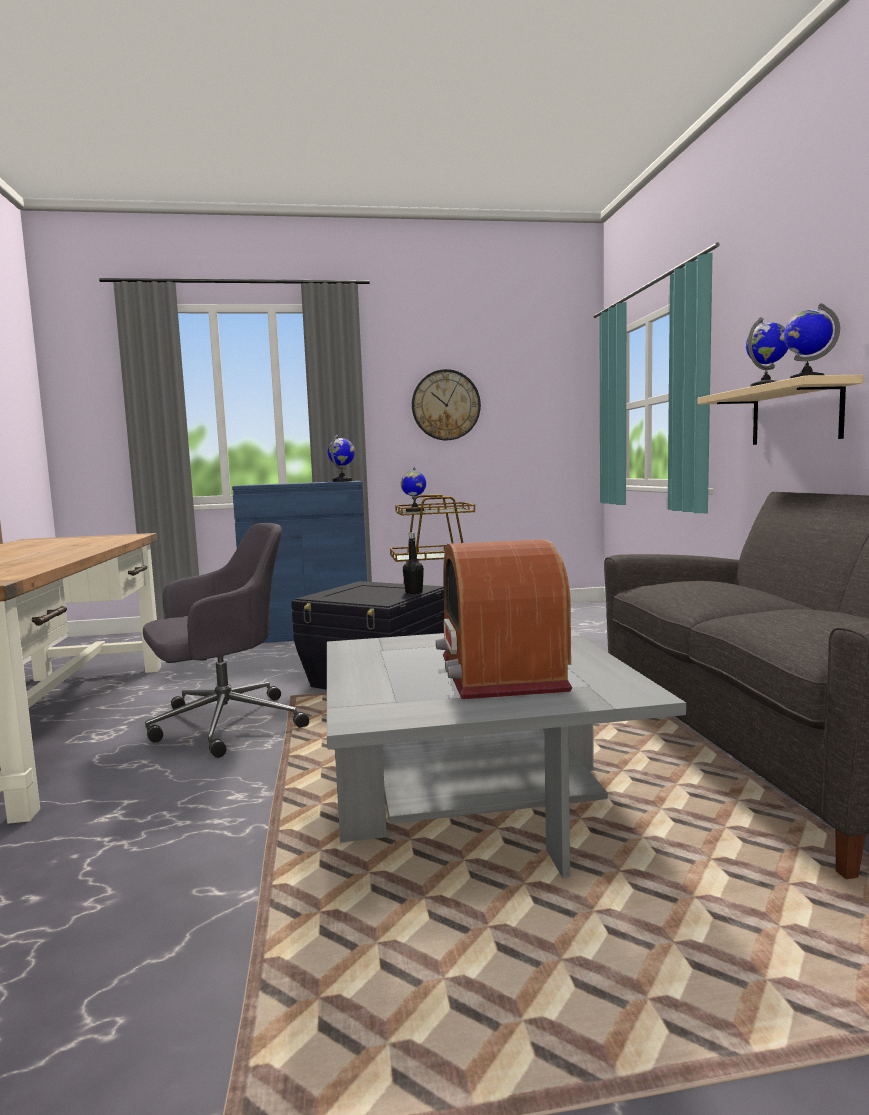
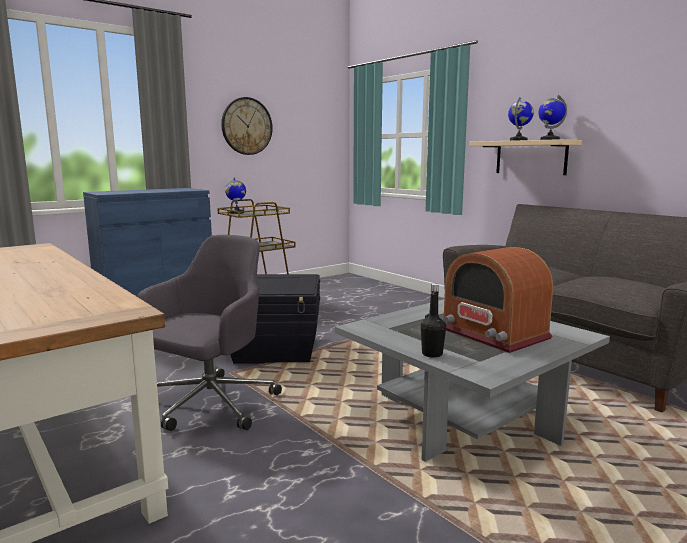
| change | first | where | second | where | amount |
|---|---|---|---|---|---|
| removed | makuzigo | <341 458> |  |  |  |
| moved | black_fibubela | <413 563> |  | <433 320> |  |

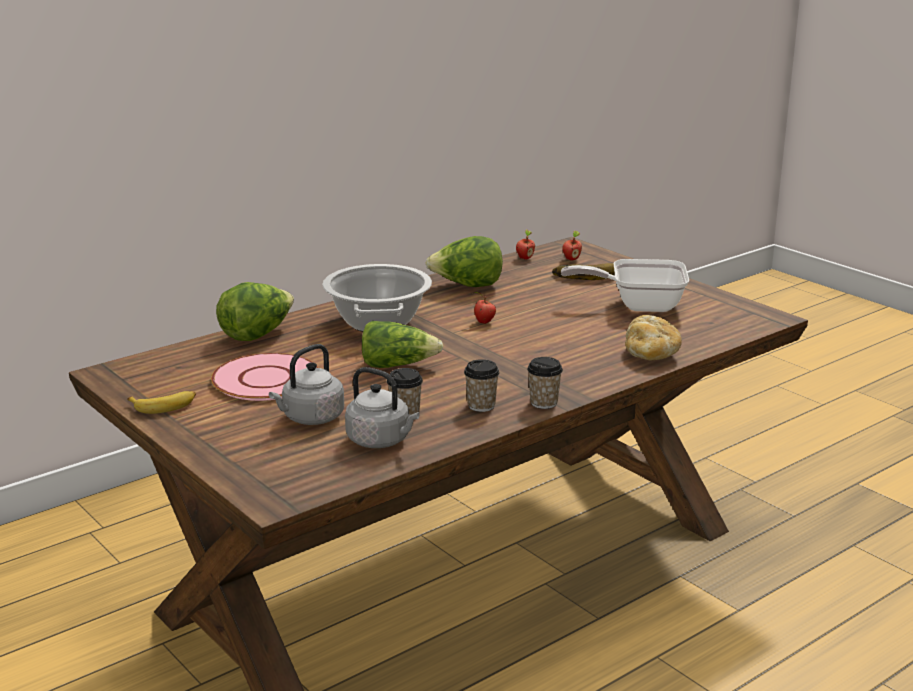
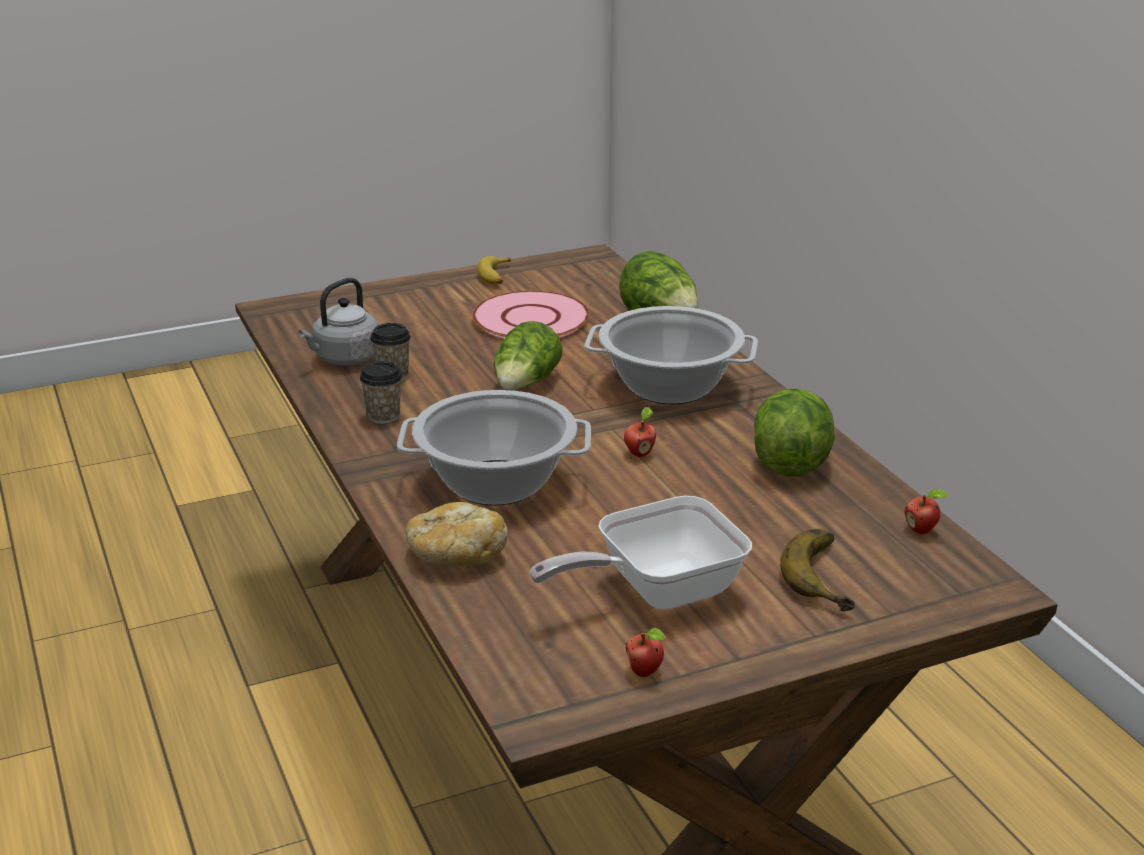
| change | first | where | second | where | amount |
|---|---|---|---|---|---|
| removed | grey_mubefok | <306 384> |  |  |  |
| removed | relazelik | <545 383> |  |  |  |
| added |  |  | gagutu | <494 448> |  |
| moved | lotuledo | <572 246> |  | <646 652> |  |
| turned | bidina | <625 285> |  | <640 552> | 135 degrees counterclockwise |

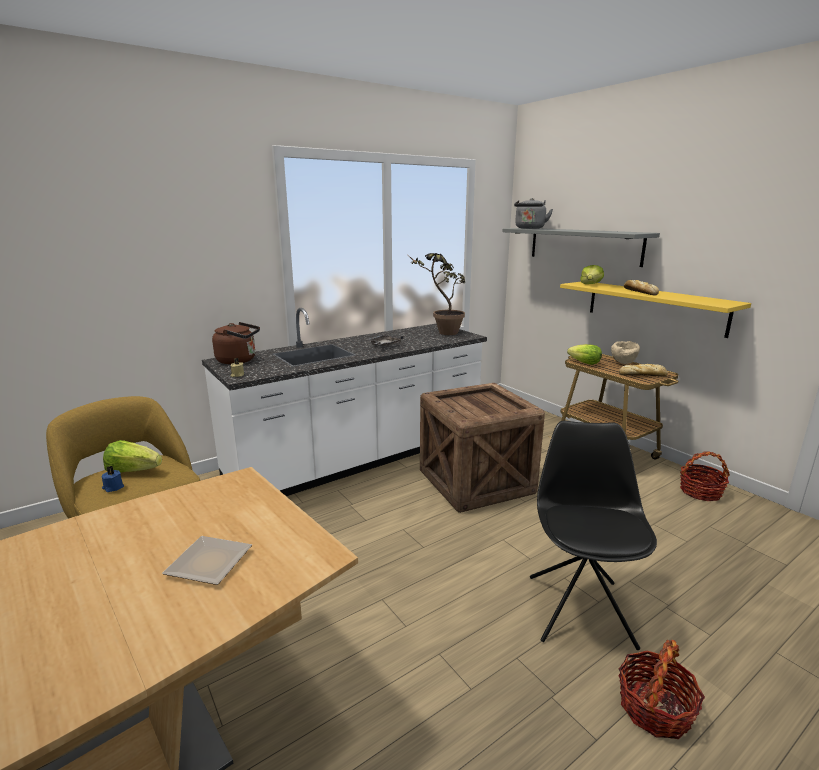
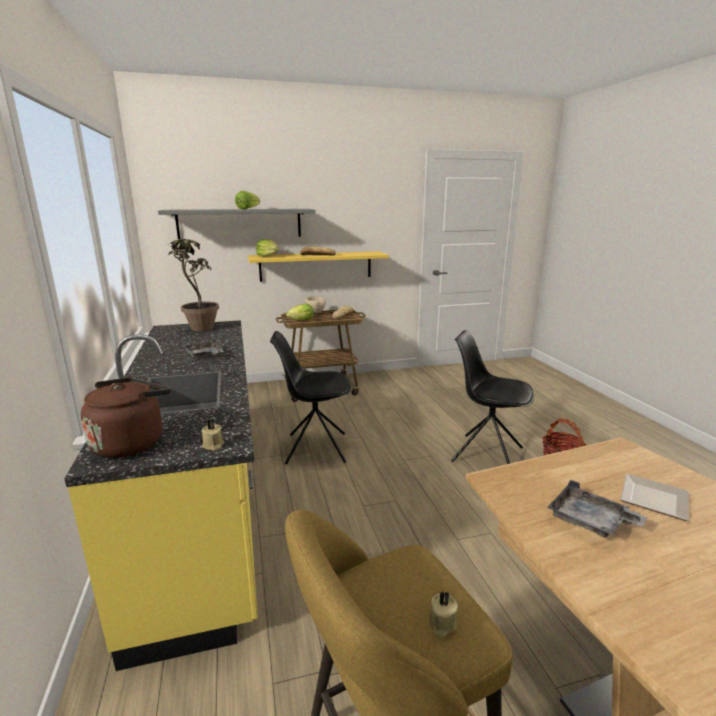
| change | first | where | second | where | amount |
|---|---|---|---|---|---|
| removed | grey_mubefok | <533 213> |  |  |  |
| removed | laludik | <705 476> |  |  |  |
| added |  |  | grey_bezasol | <597 509> |  |
| moved | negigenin | <132 456> |  | <247 200> |  |
| replaced | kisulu | <482 448> | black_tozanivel | <310 397> |  |
| recoloured | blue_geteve | <112 479> | beige_geteve | <443 614> |  |
| recoloured | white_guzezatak | <344 402> | yellow_guzezatak | <161 495> |  |

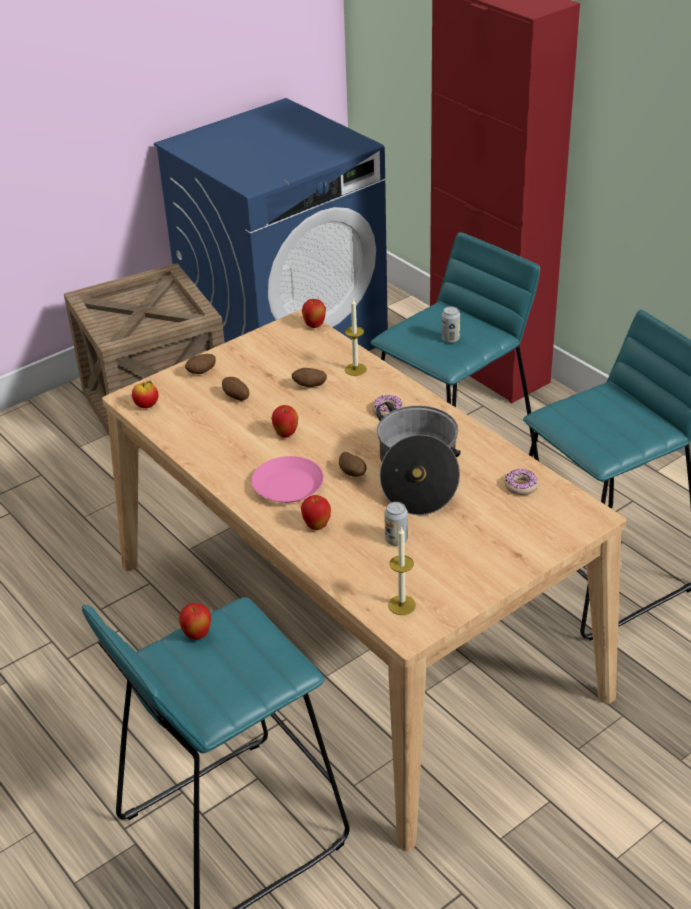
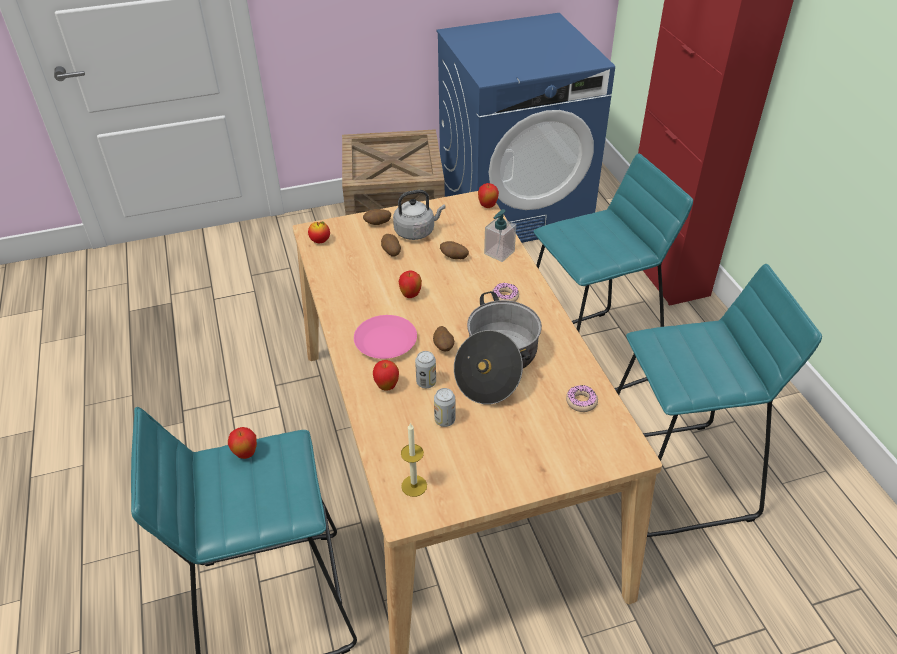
| change | first | where | second | where | amount |
|---|---|---|---|---|---|
| added |  |  | grey_mubefok | <419 215> |  |
| moved | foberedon | <450 324> |  | <425 369> |  |
| replaced | geteve | <356 337> | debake | <500 235> |  |

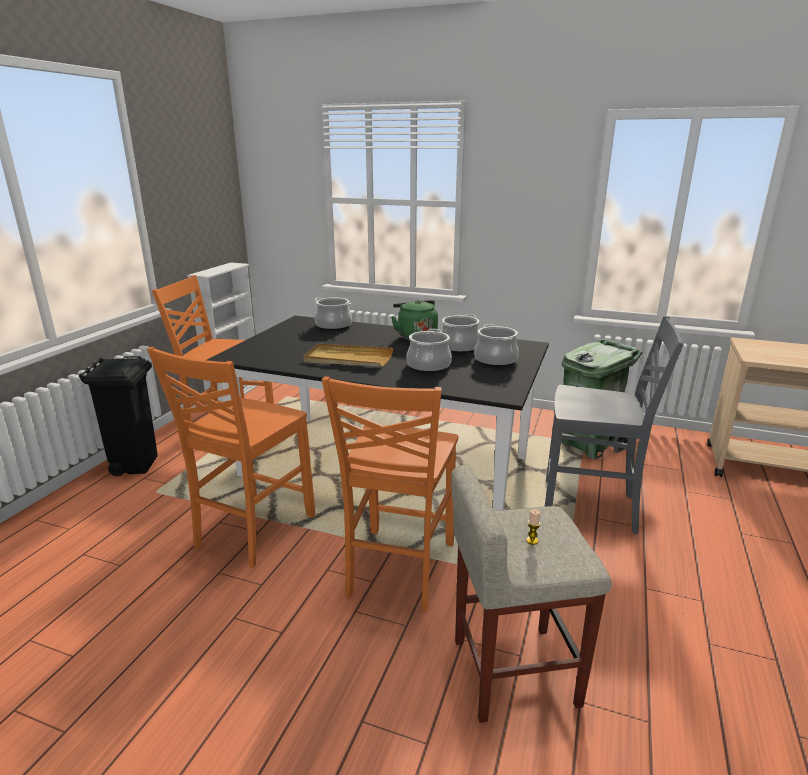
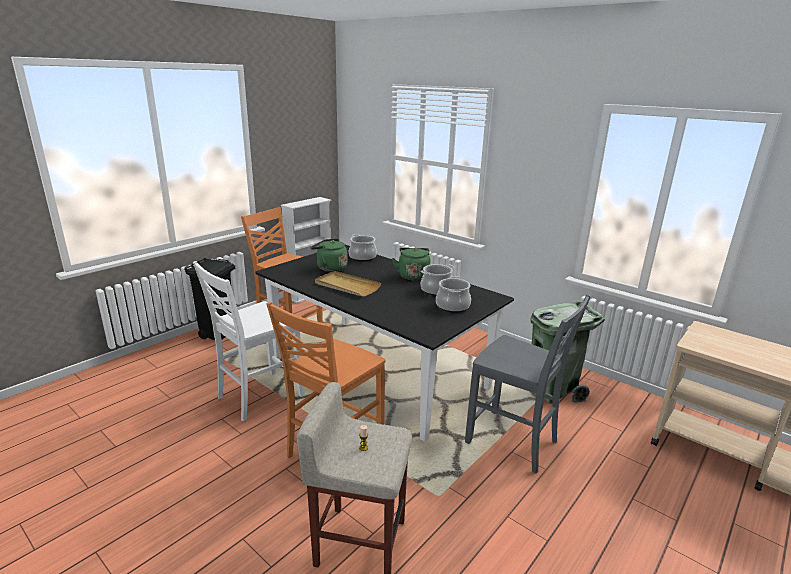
| change | first | where | second | where | amount |
|---|---|---|---|---|---|
| removed | gagutu | <429 351> |  |  |  |
| added |  |  | green_mubefok | <328 255> |  |
| recoloured | orange_tozanivel | <231 457> | white_tozanivel | <249 341> |  |

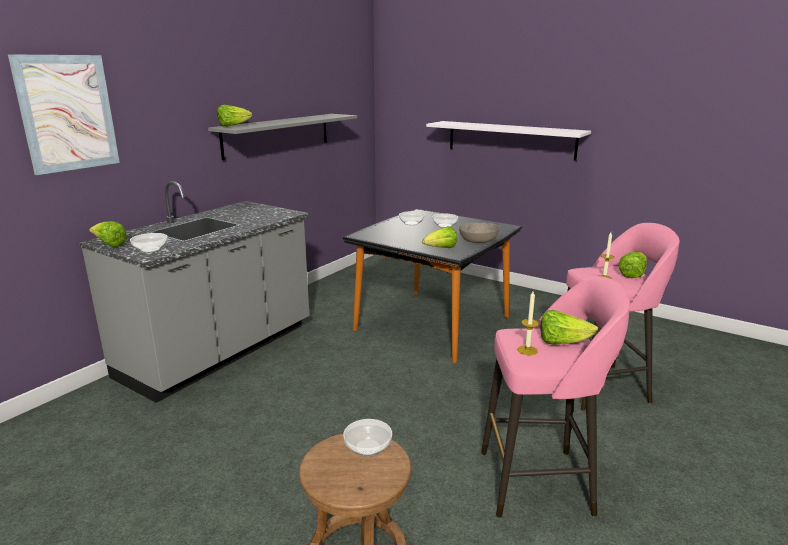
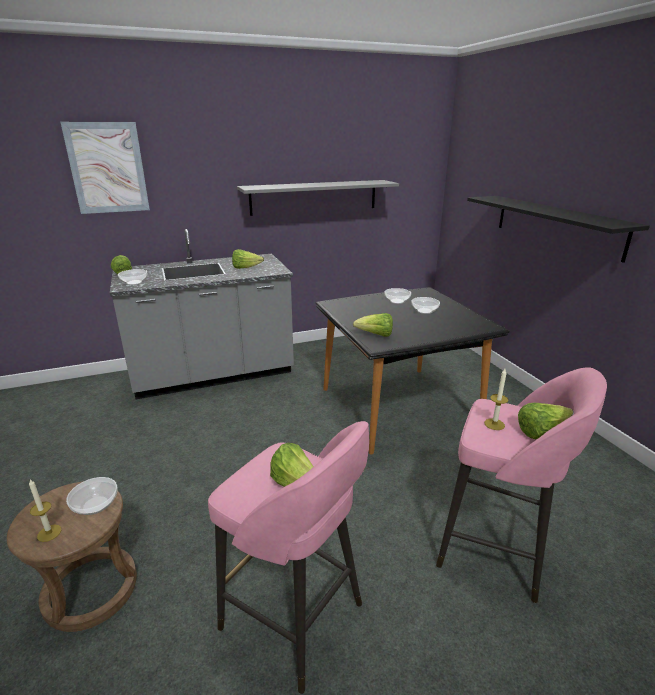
| change | first | where | second | where | amount |
|---|---|---|---|---|---|
| removed | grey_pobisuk | <479 232> |  |  |  |
| moved | negigenin | <234 116> |  | <248 259> |  |
| moved | geteve | <528 323> |  | <45 510> |  |
| recoloured | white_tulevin | <508 141> | black_tulevin | <558 229> |  |

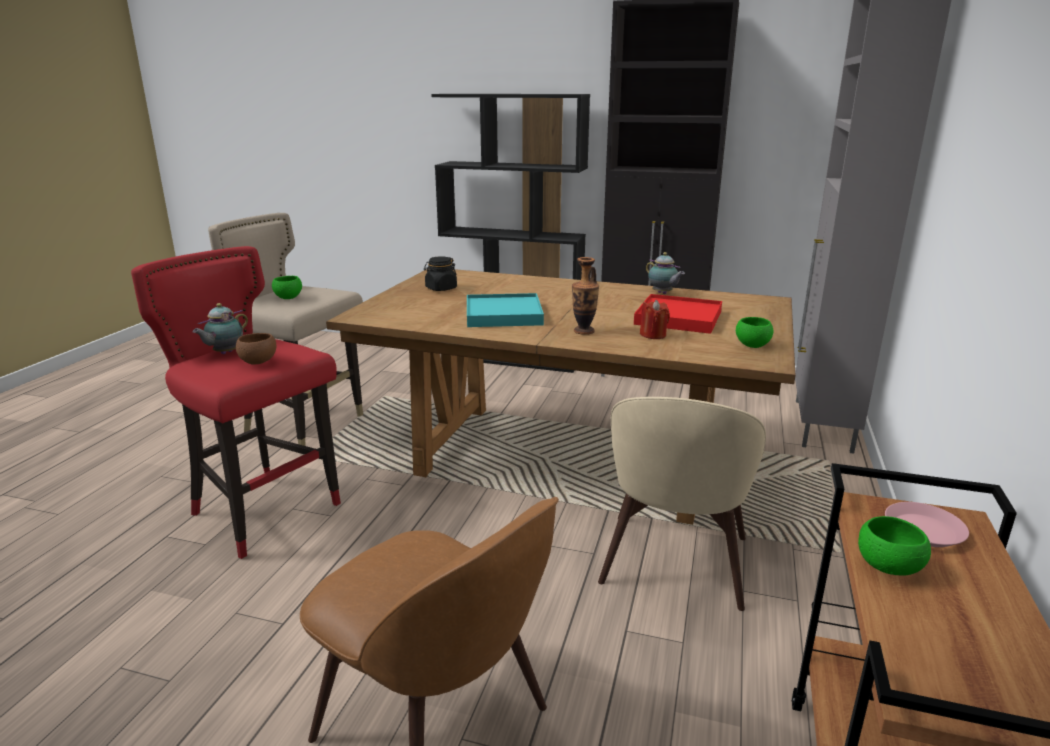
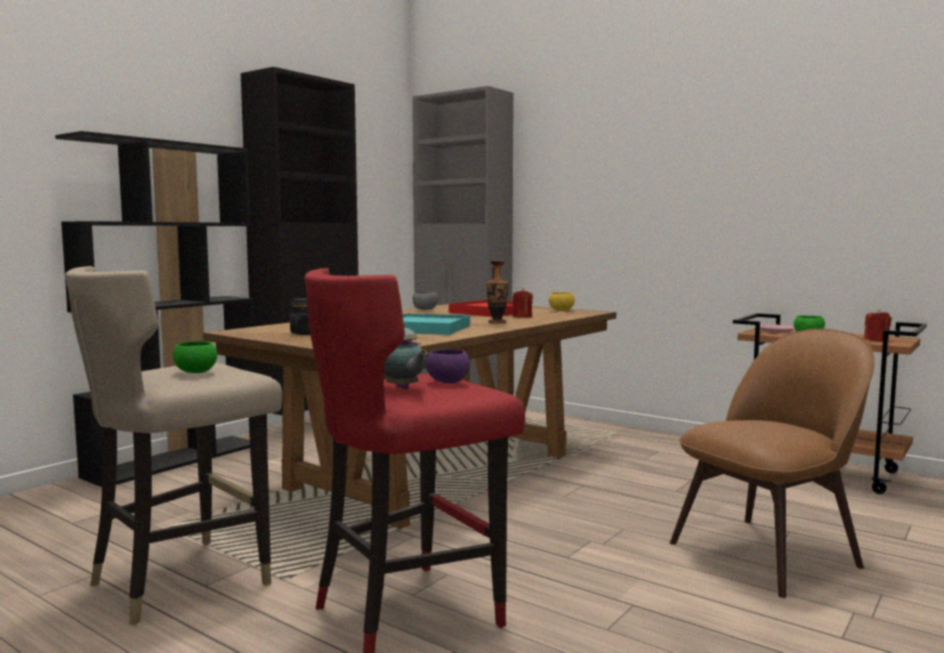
| change | first | where | second | where | amount |
|---|---|---|---|---|---|
| removed | beige_tozanivel | <682 504> |  |  |  |
| added |  |  | red_geteve | <878 325> |  |
| replaced | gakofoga | <665 273> | grey_pobisuk | <425 301> |  |
| recoloured | brown_pobisuk | <256 349> | purple_pobisuk | <448 366> |  |
| recoloured | green_pobisuk | <754 332> | yellow_pobisuk | <562 301> |  |

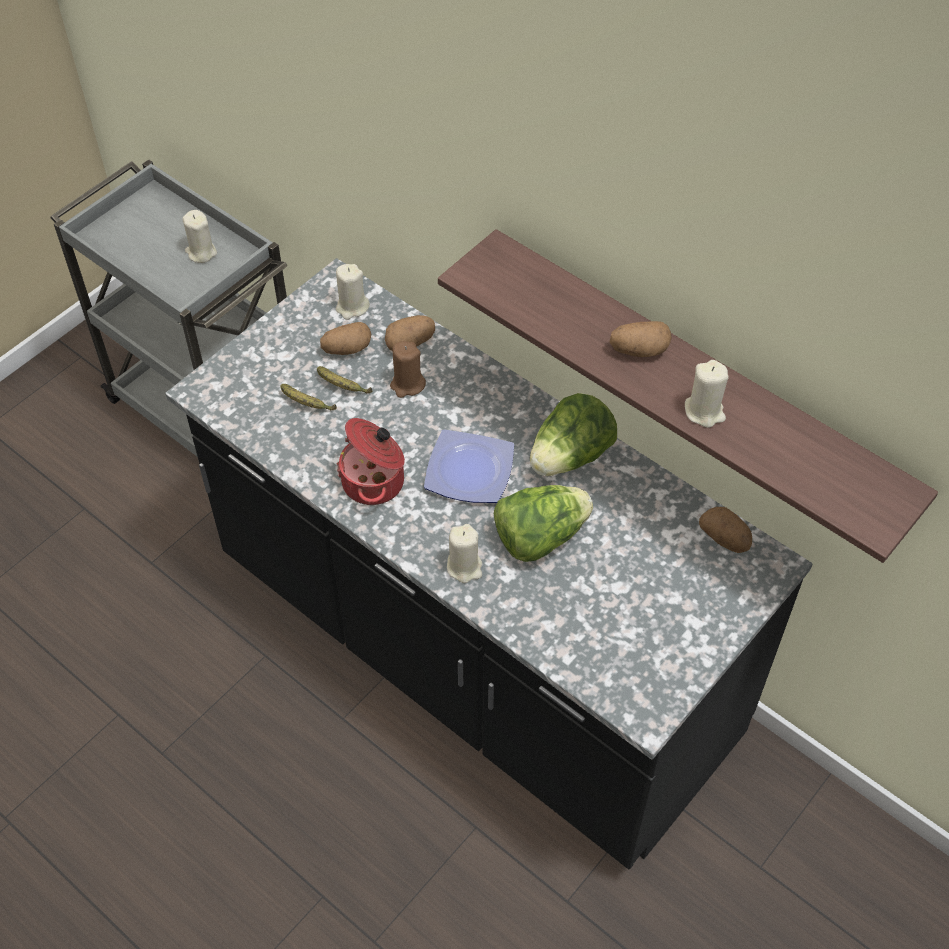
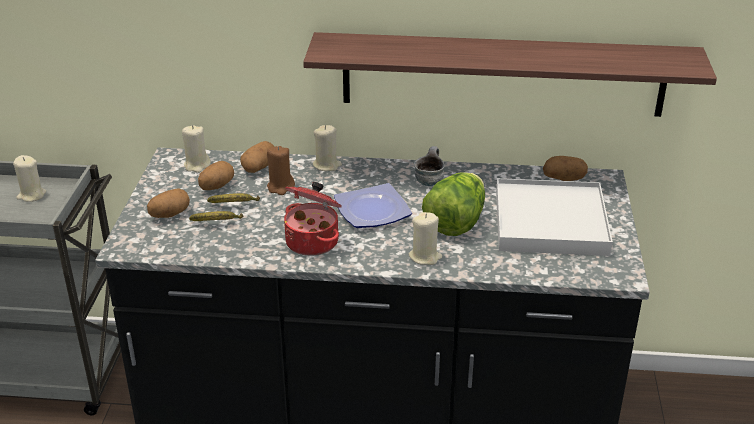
| change | first | where | second | where | amount |
|---|---|---|---|---|---|
| added |  |  | white_bezasol | <554 217> |  |
| moved | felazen | <640 339> |  | <168 203> |  |
| moved | beige_geteve | <707 394> |  | <327 148> |  |
| replaced | negigenin | <573 434> | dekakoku | <429 166> |  |

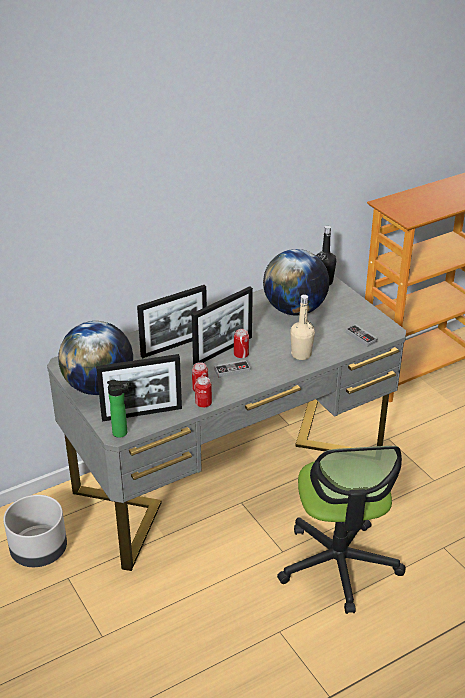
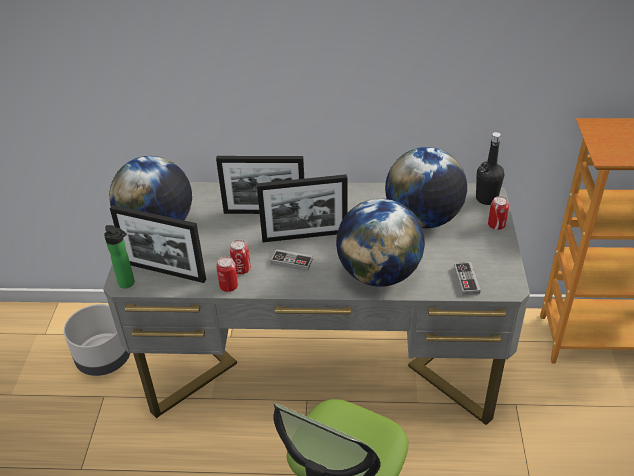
| change | first | where | second | where | amount |
|---|---|---|---|---|---|
| moved | foberedon | <241 343> |  | <498 213> |  |
| replaced | beige_fibubela | <302 327> | makuzigo | <380 242> |  |

